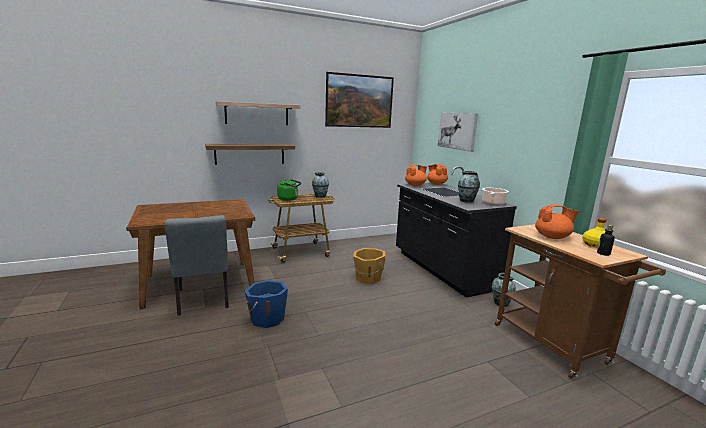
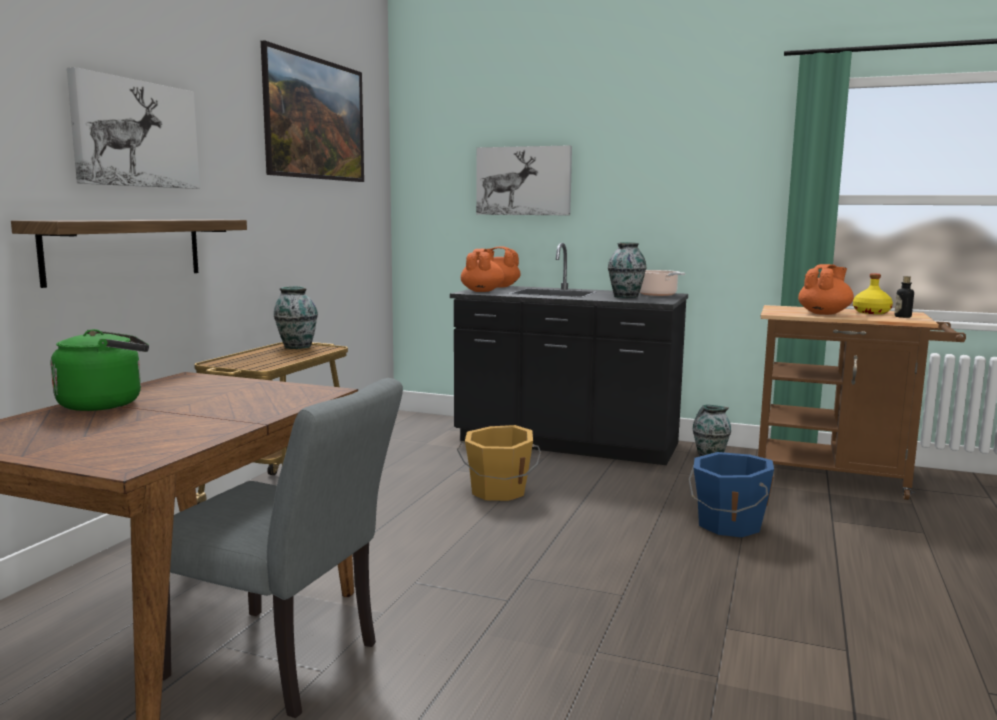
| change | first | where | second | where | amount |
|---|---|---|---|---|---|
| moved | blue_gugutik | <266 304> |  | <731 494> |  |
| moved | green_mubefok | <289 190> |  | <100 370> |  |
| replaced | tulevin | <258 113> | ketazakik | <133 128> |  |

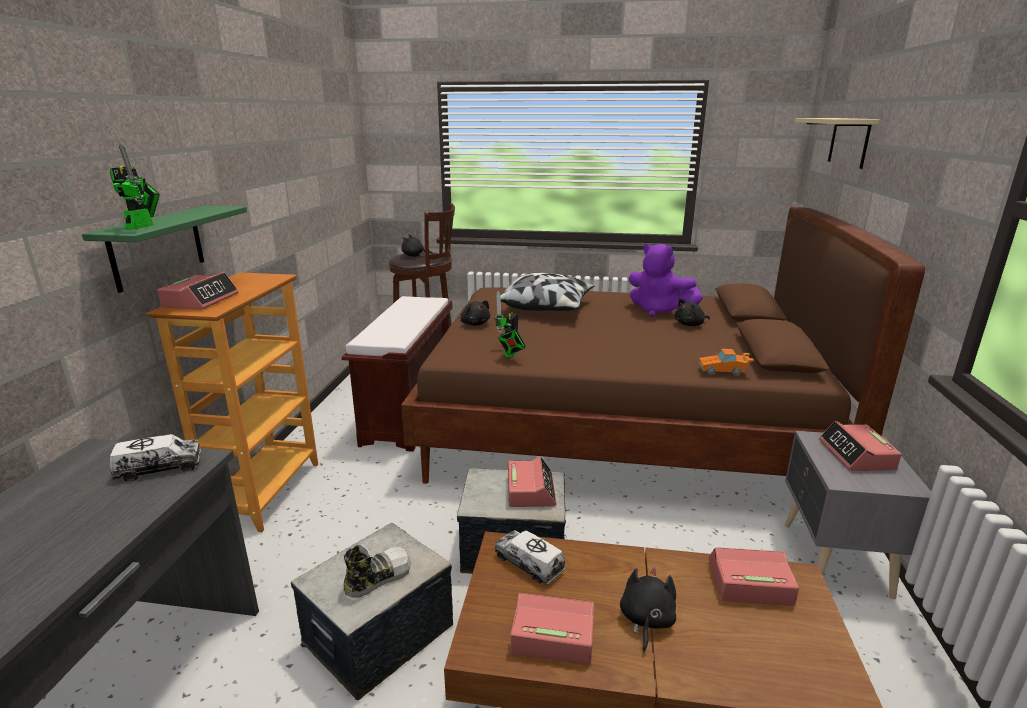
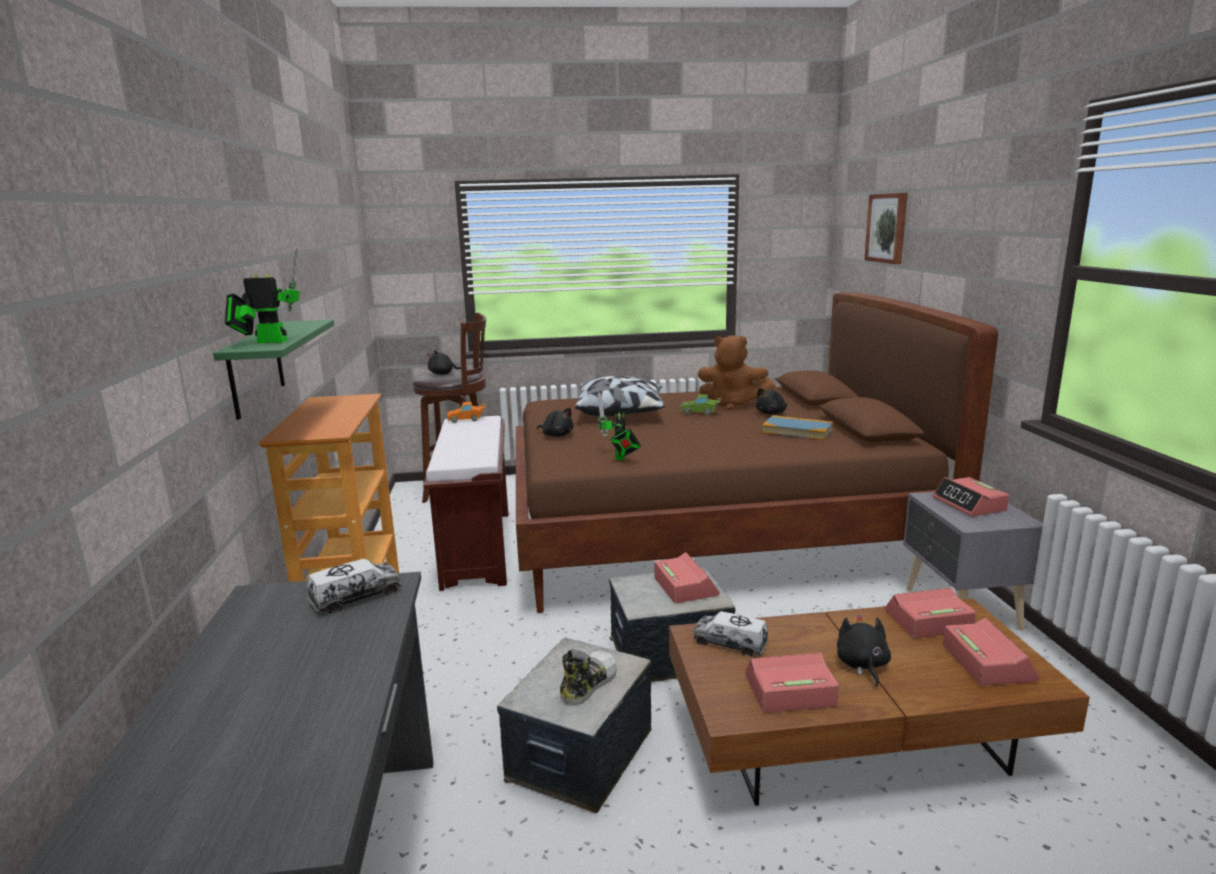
| change | first | where | second | where | amount |
|---|---|---|---|---|---|
| added |  |  | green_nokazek | <701 404> |  |
| added |  |  | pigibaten | <797 427> |  |
| moved | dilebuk | <198 291> |  | <991 652> |  |
| moved | orange_nokazek | <726 362> |  | <466 412> |  |
| replaced | beige_tulevin | <837 143> | ketazakik | <886 228> |  |
| recoloured | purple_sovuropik | <666 280> | brown_sovuropik | <736 372> |  |
| turned | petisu | <135 185> |  | <262 295> | 90 degrees counterclockwise |

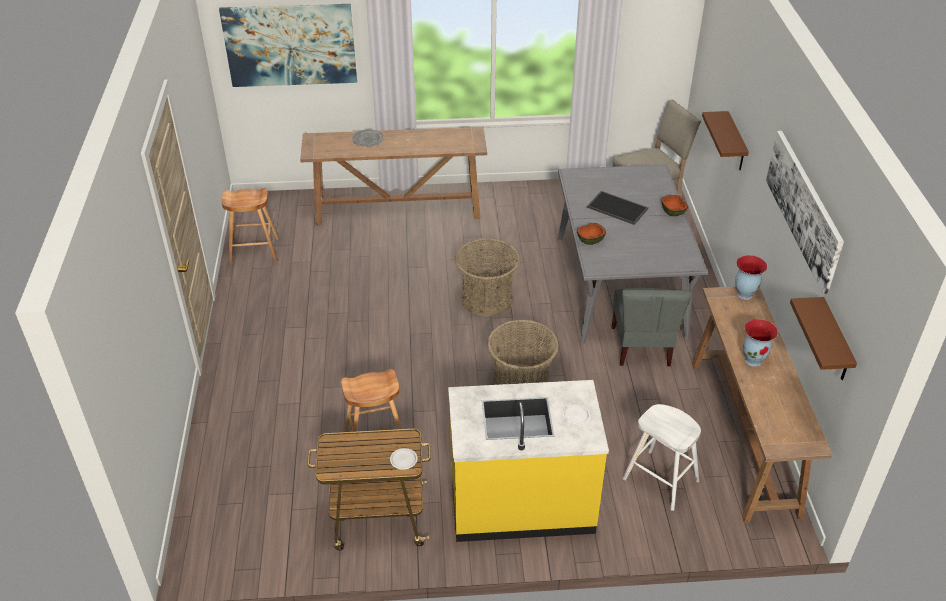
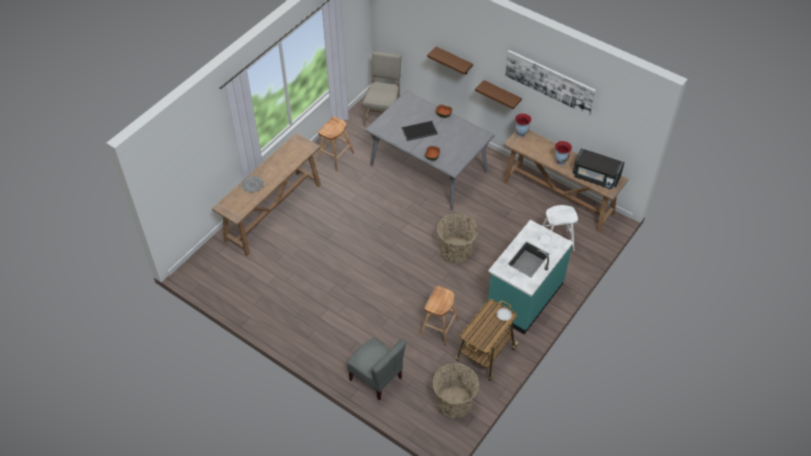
| change | first | where | second | where | amount |
|---|---|---|---|---|---|
| removed | ketazakik | <288 45> |  |  |  |
| added |  |  | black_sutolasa | <599 168> |  |
| moved | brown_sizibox | <250 227> |  | <335 144> |  |
| moved | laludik | <487 277> |  | <455 391> |  |
| moved | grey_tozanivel | <651 327> |  | <376 368> |  |
| moved | brown_tulevin | <823 338> |  | <498 94> |  |
| recoloured | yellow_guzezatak | <528 461> | turquoise_guzezatak | <530 277> |  |

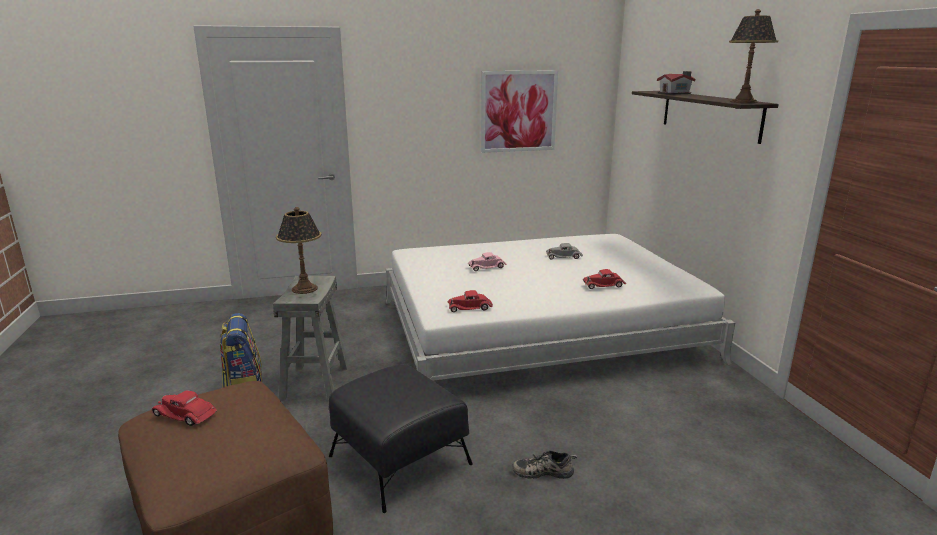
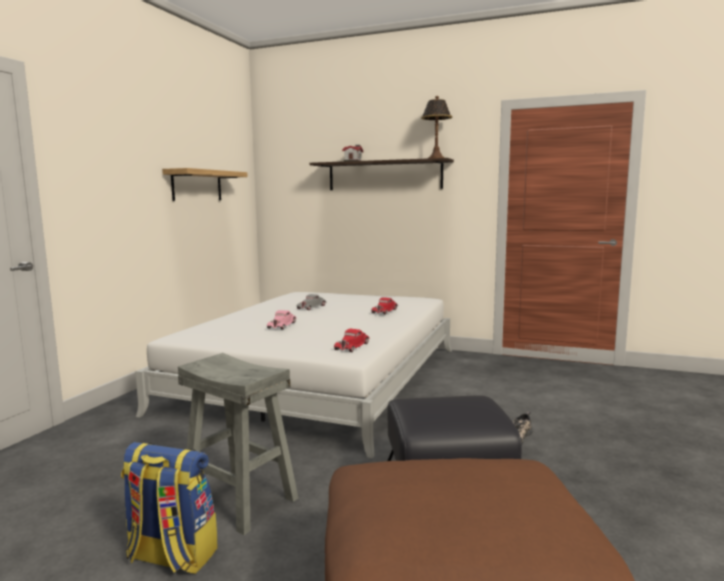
| change | first | where | second | where | amount |
|---|---|---|---|---|---|
| removed | red_nokazek | <184 408> |  |  |  |
| removed | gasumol | <298 250> |  |  |  |
| replaced | ketazakik | <519 111> | tulevin | <205 184> |  |

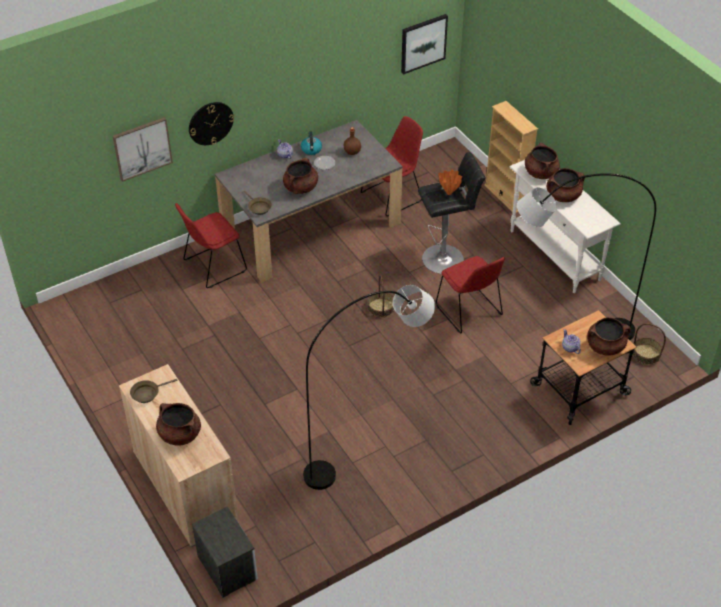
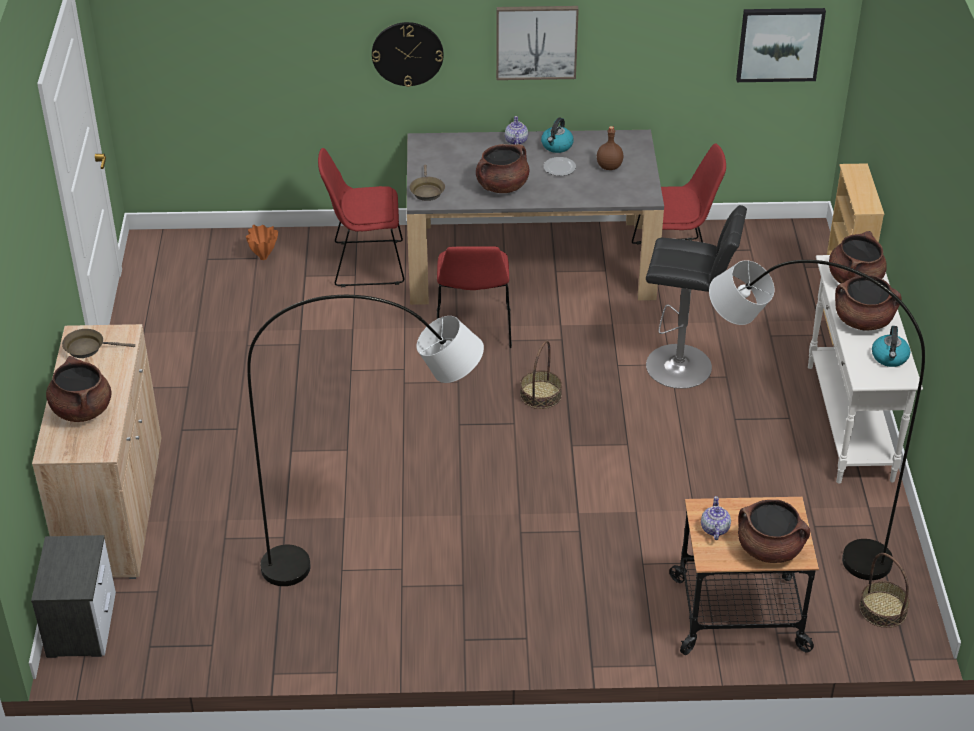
| change | first | where | second | where | amount |
|---|---|---|---|---|---|
| added |  |  | mubefok | <891 346> |  |
| moved | ketazakik | <143 149> |  | <537 43> |  |
| moved | red_tozanivel | <470 294> |  | <474 297> |  |
| moved | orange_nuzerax | <450 182> |  | <262 242> |  |

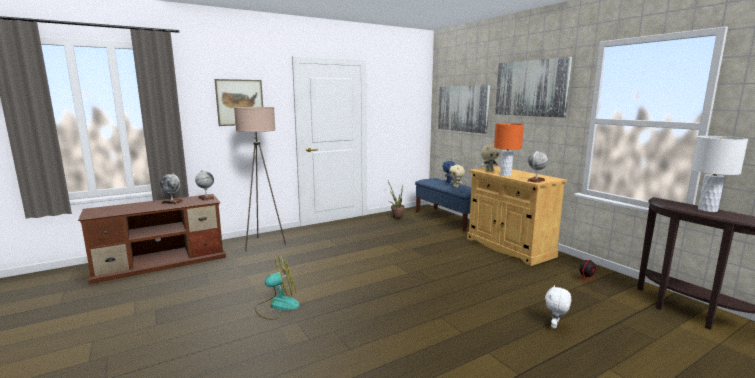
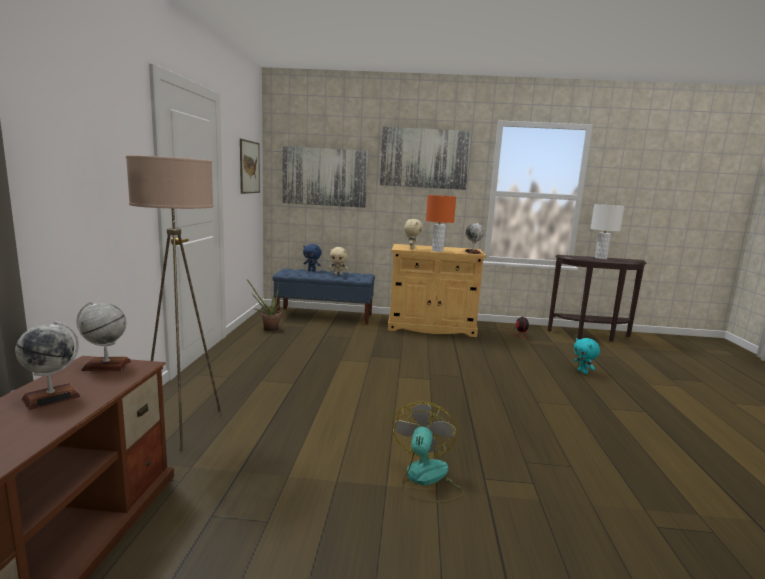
| change | first | where | second | where | amount |
|---|---|---|---|---|---|
| moved | ketazakik | <239 102> |  | <250 166> |  |
| recoloured | white_sovuropik | <558 307> | turquoise_sovuropik | <587 356> |  |

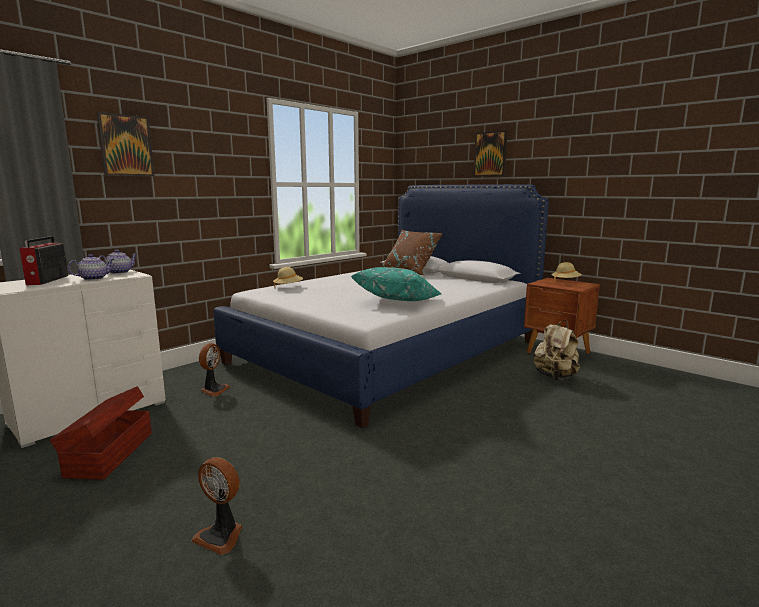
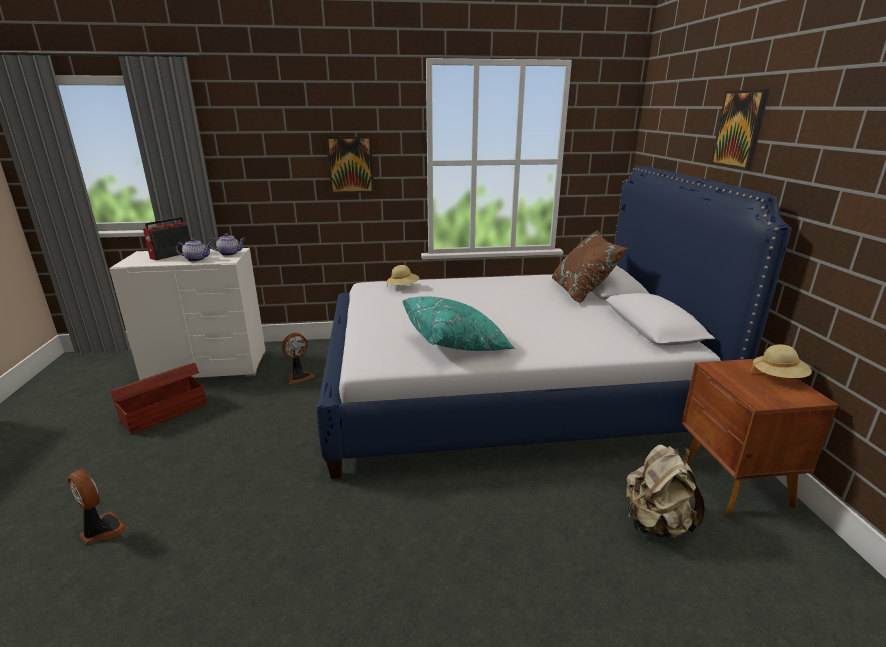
| change | first | where | second | where | amount |
|---|---|---|---|---|---|
| moved | ketazakik | <125 144> |  | <350 164> |  |
| turned | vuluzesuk | <216 506> |  | <98 506> | 150 degrees clockwise |

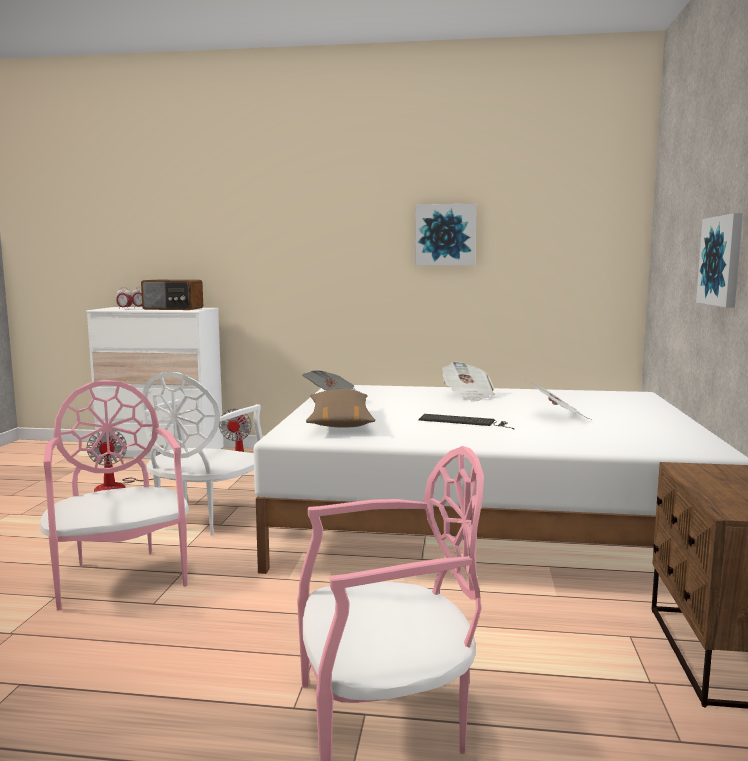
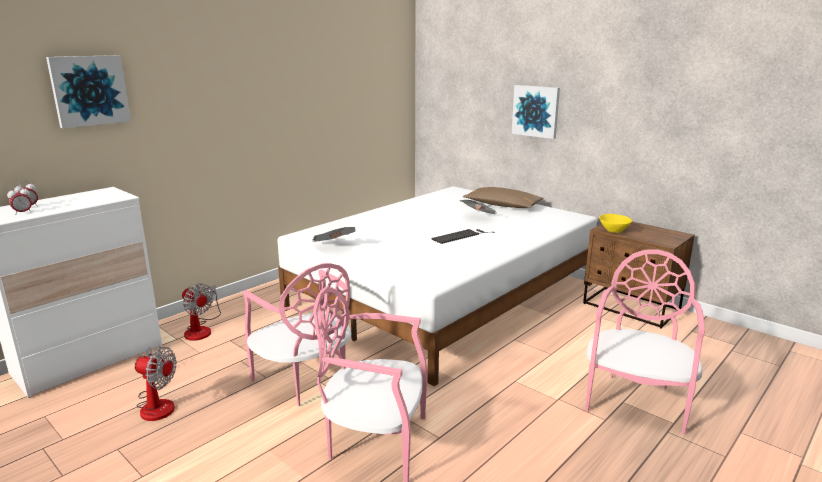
| change | first | where | second | where | amount |
|---|---|---|---|---|---|
| removed | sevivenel | <172 295> |  |  |  |
| removed | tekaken | <468 381> |  |  |  |
| added |  |  | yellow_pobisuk | <615 223> |  |
| moved | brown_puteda | <340 408> |  | <503 197> |  |
| moved | ketazakik | <446 234> |  | <88 91> |  |
| recoloured | white_tozanivel | <202 454> | pink_tozanivel | <297 334> |  |

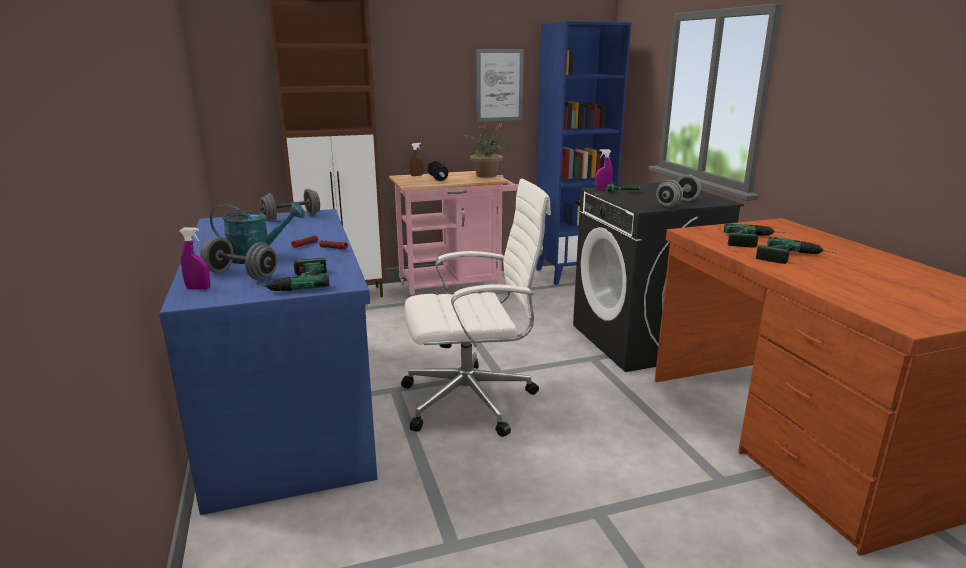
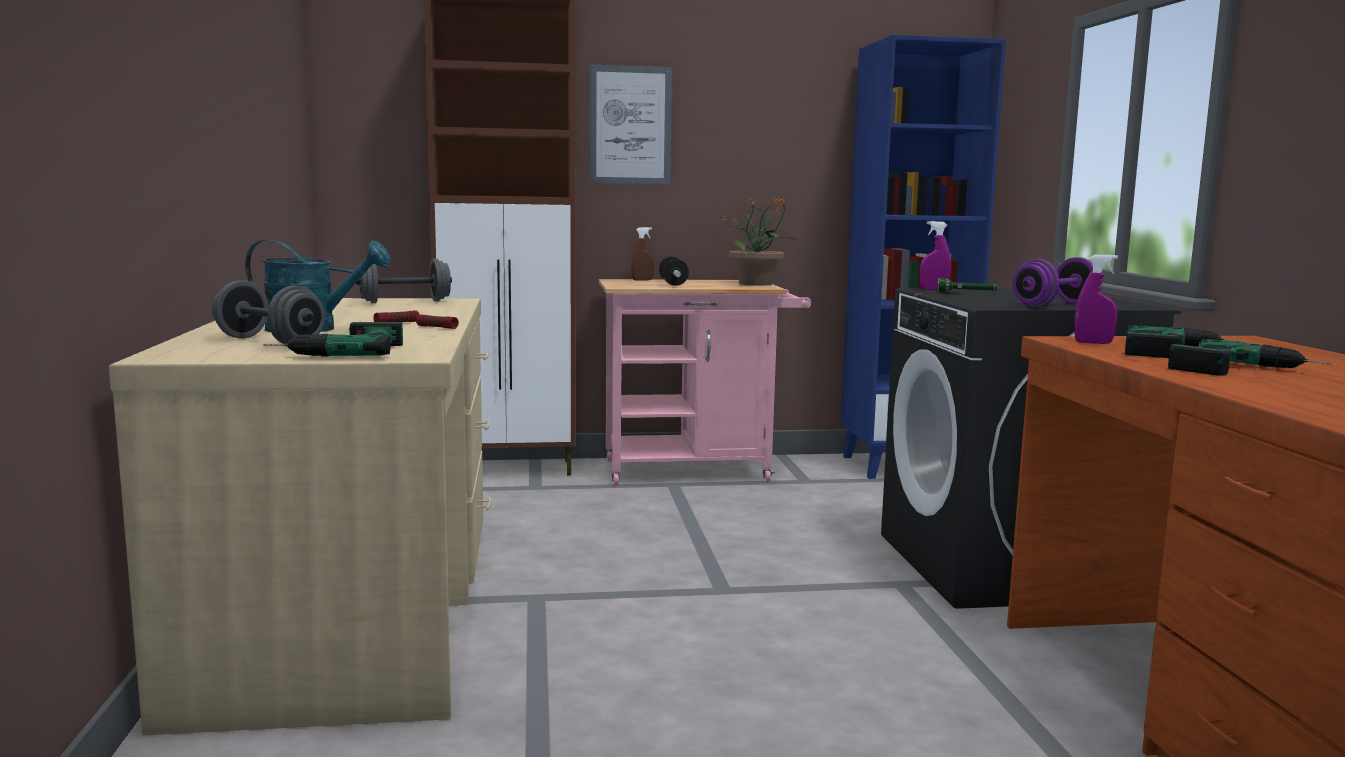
| change | first | where | second | where | amount |
|---|---|---|---|---|---|
| removed | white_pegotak | <476 308> |  |  |  |
| moved | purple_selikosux | <195 258> |  | <1096 299> |  |
| moved | ketazakik | <500 85> |  | <631 124> |  |
| recoloured | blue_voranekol | <268 362> | beige_voranekol | <300 516> |  |
| recoloured | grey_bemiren | <678 191> | purple_bemiren | <1052 282> |  |

